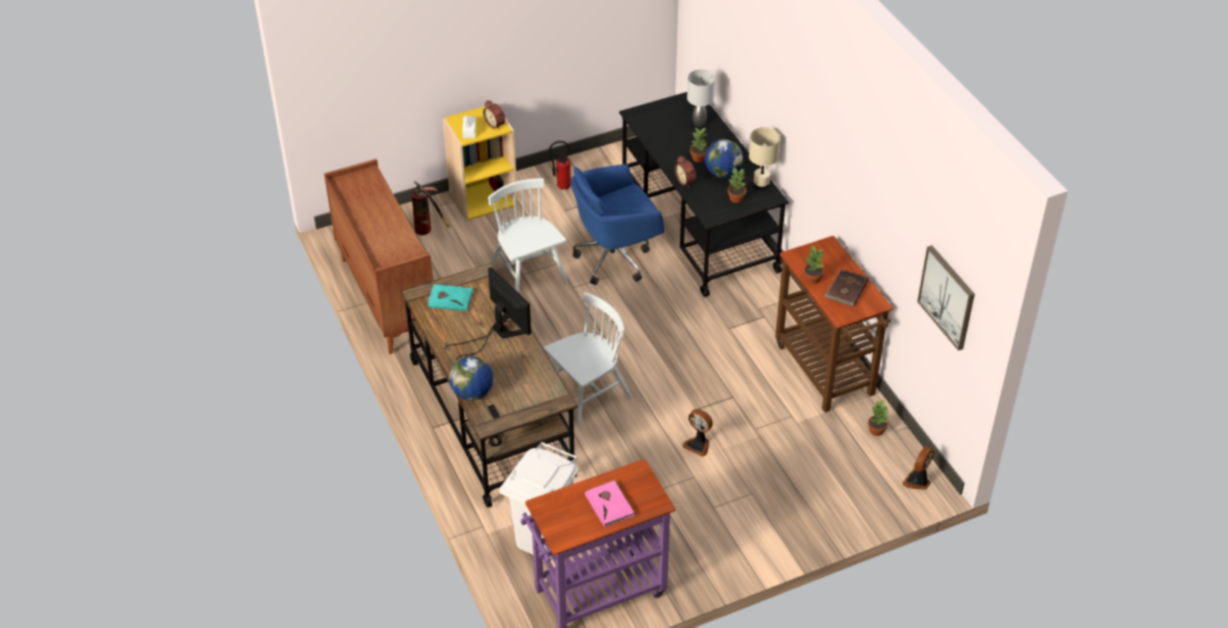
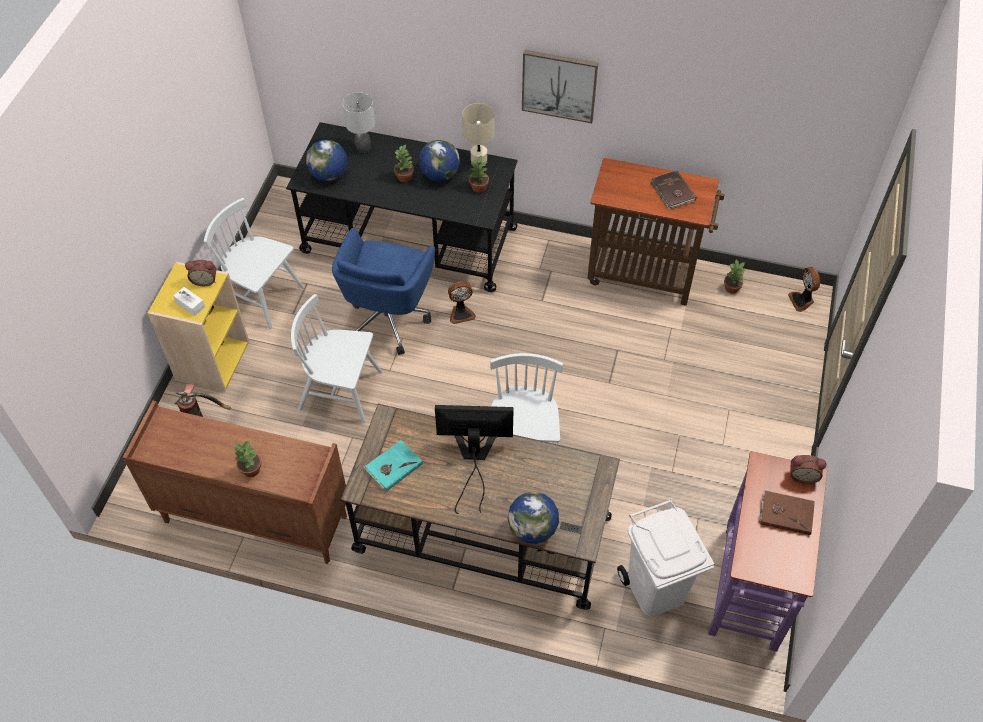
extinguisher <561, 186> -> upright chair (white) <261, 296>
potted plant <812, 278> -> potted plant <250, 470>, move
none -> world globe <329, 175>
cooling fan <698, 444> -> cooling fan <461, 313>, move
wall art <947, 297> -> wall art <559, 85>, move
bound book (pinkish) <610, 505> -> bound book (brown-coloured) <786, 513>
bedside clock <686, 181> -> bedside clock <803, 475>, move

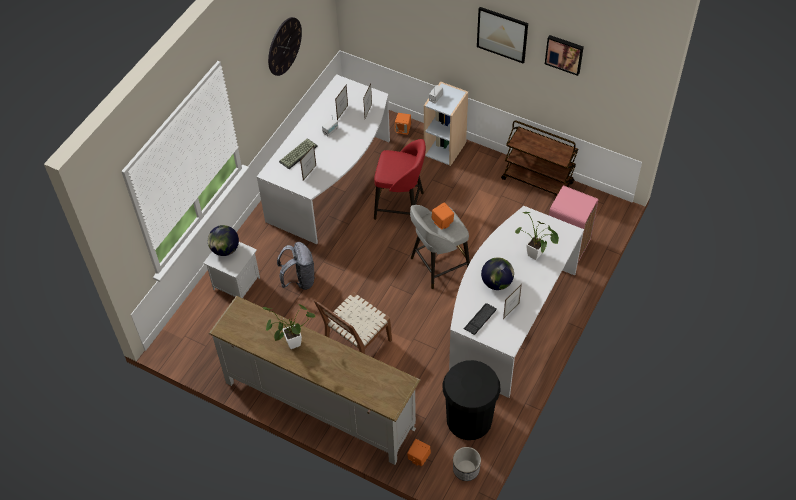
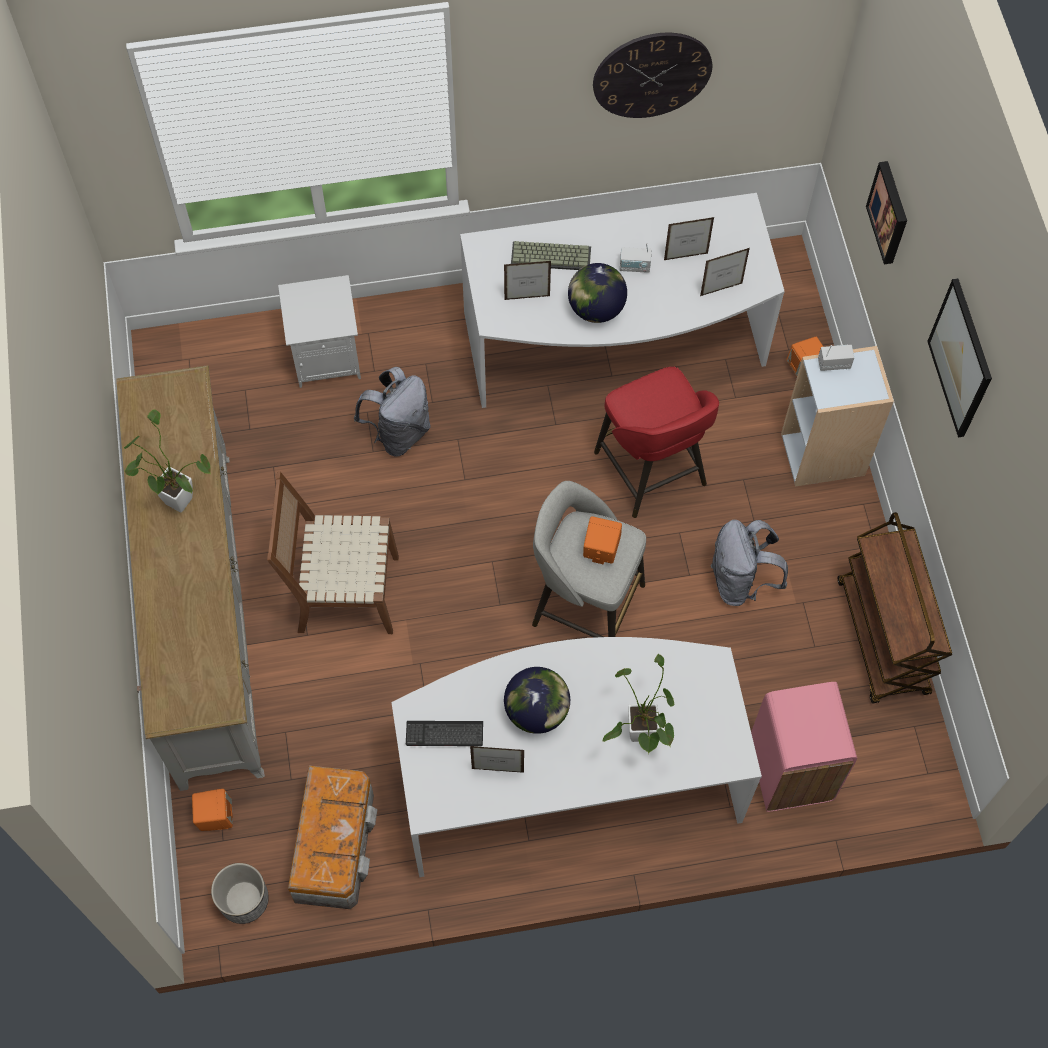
rubbish bin (black) <469, 419> -> storage box <335, 844>
world globe <225, 249> -> world globe <595, 309>, move
none -> rucksack (greyish) <740, 581>
wall art <564, 54> -> wall art <890, 212>, move

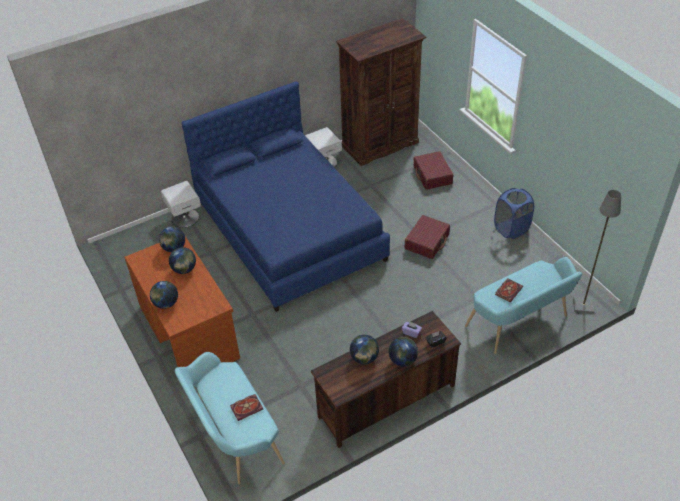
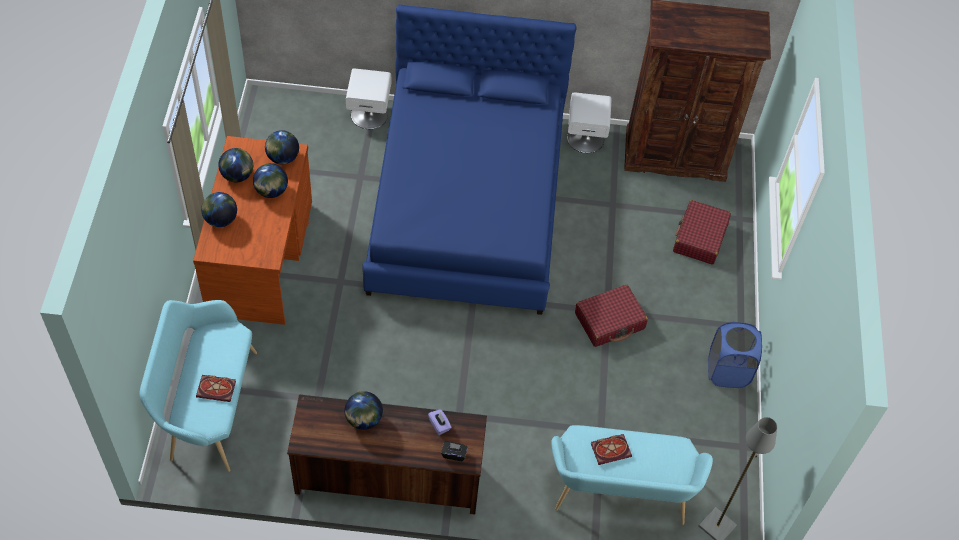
world globe <403, 360> -> world globe <237, 175>, move

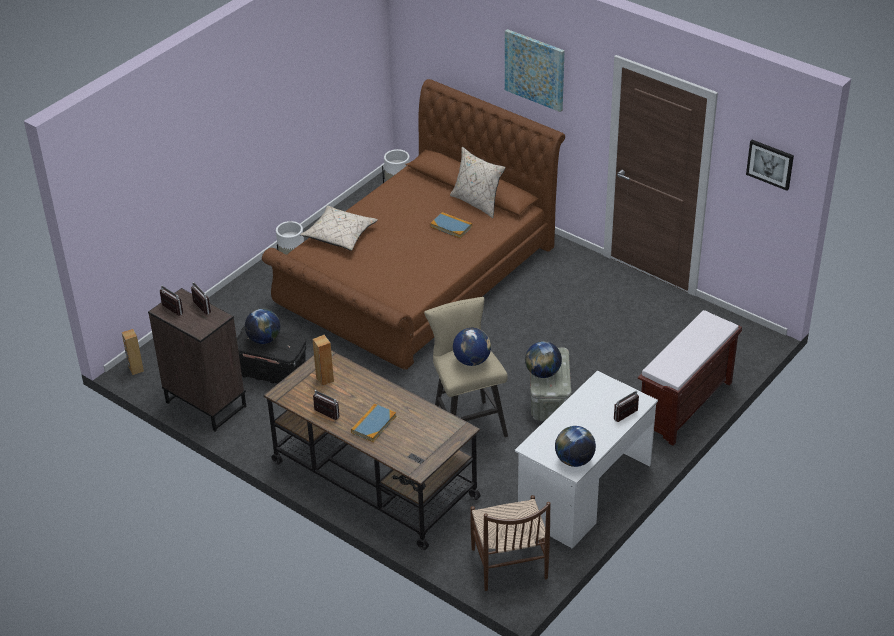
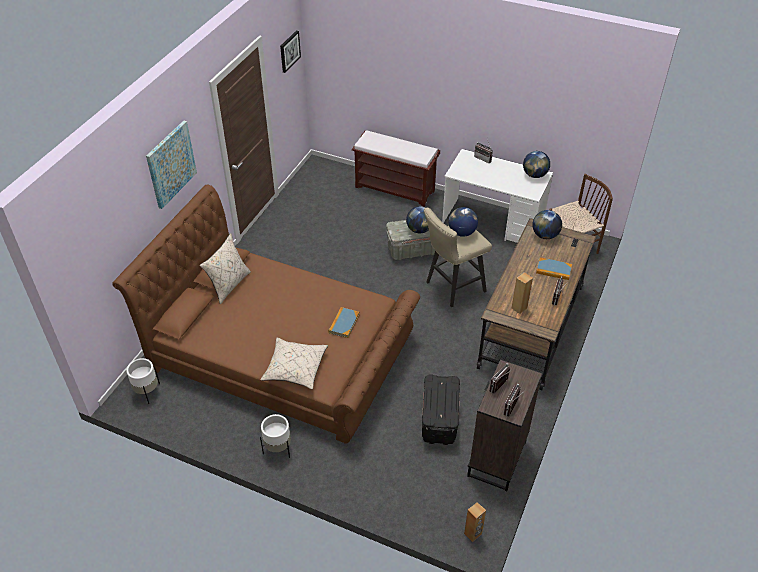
bound book <451, 226> -> bound book <344, 323>, move
world globe <264, 339> -> world globe <545, 235>, move

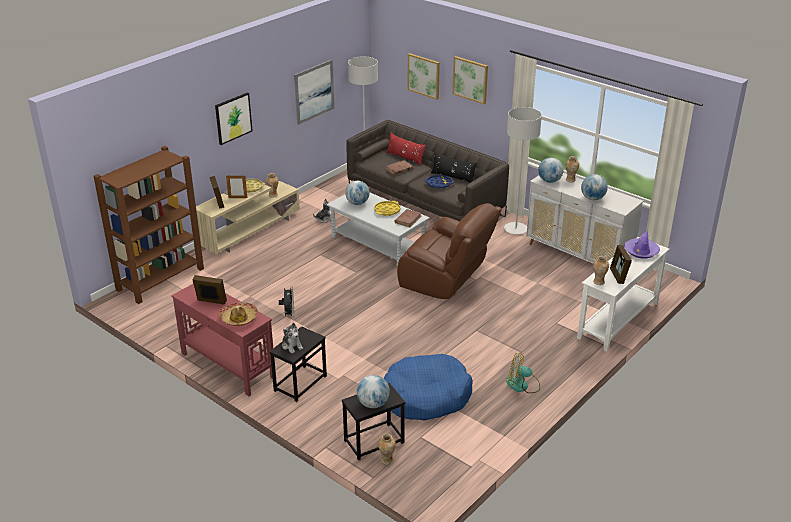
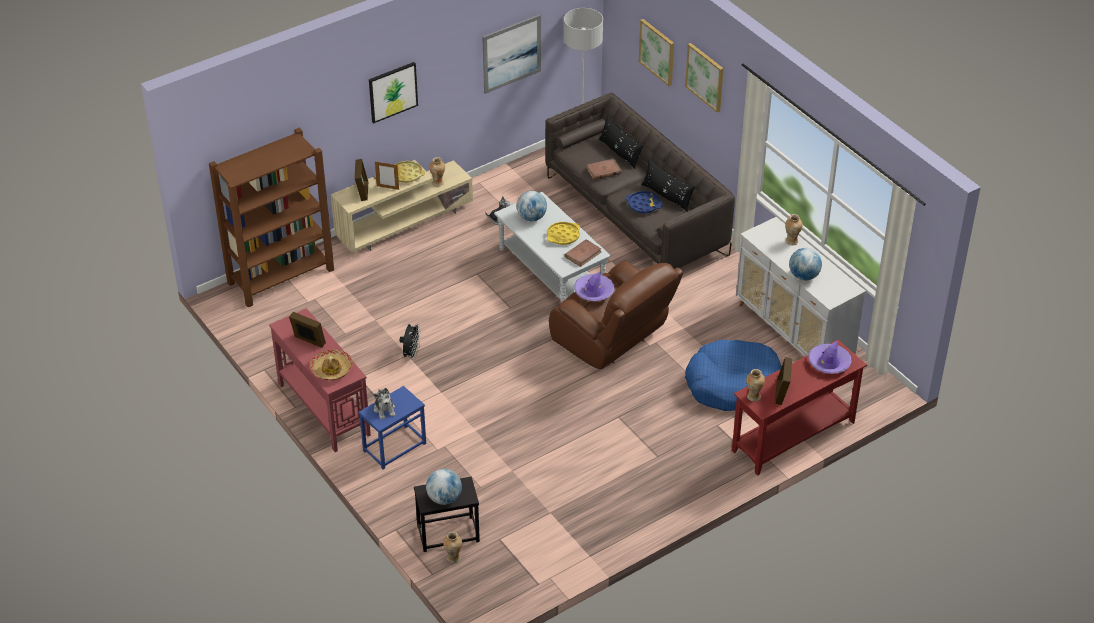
end table (black) <300, 383> -> end table (blue-coloured) <394, 447>
none -> hat (purple) <594, 291>
cushion (red-coloured) <405, 157> -> cushion (black) <620, 152>
dog bed (blue-coloured) <425, 396> -> dog bed (blue-coloured) <733, 385>, move
hall table (white) <618, 321> -> hall table (red-coloured) <793, 437>
floor lamp (greyish) <515, 229> -> none
cooling fan <522, 385> -> none
world globe <549, 181> -> none

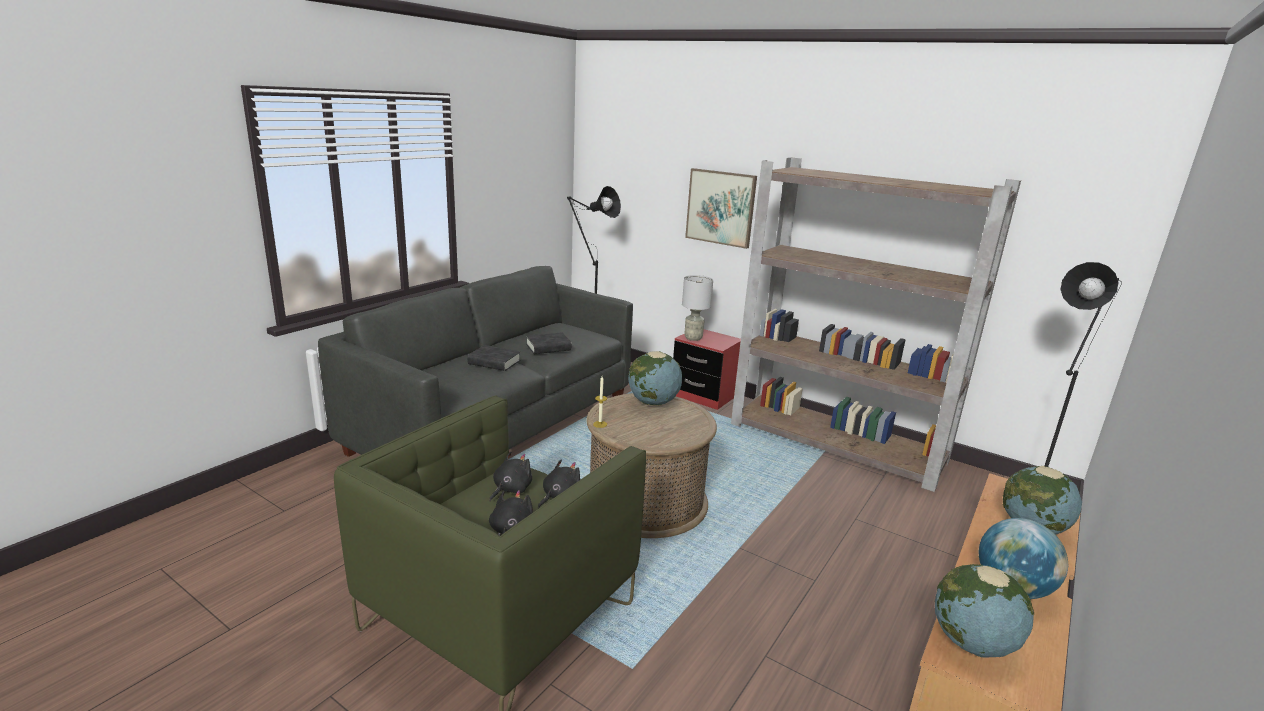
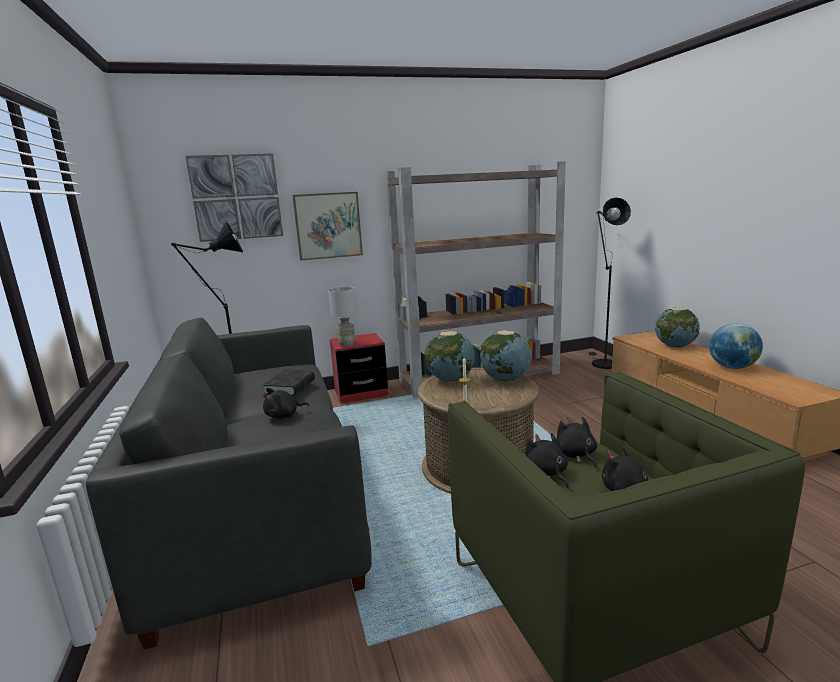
none -> wall art <236, 197>
bound book (black) <494, 362> -> soft toy (black) <284, 416>
world globe <971, 643> -> world globe <505, 379>, move

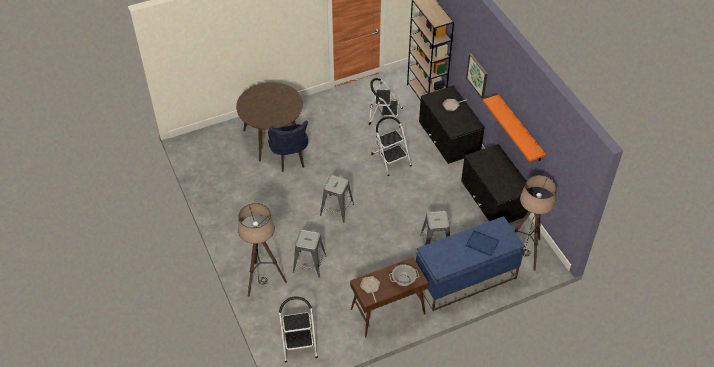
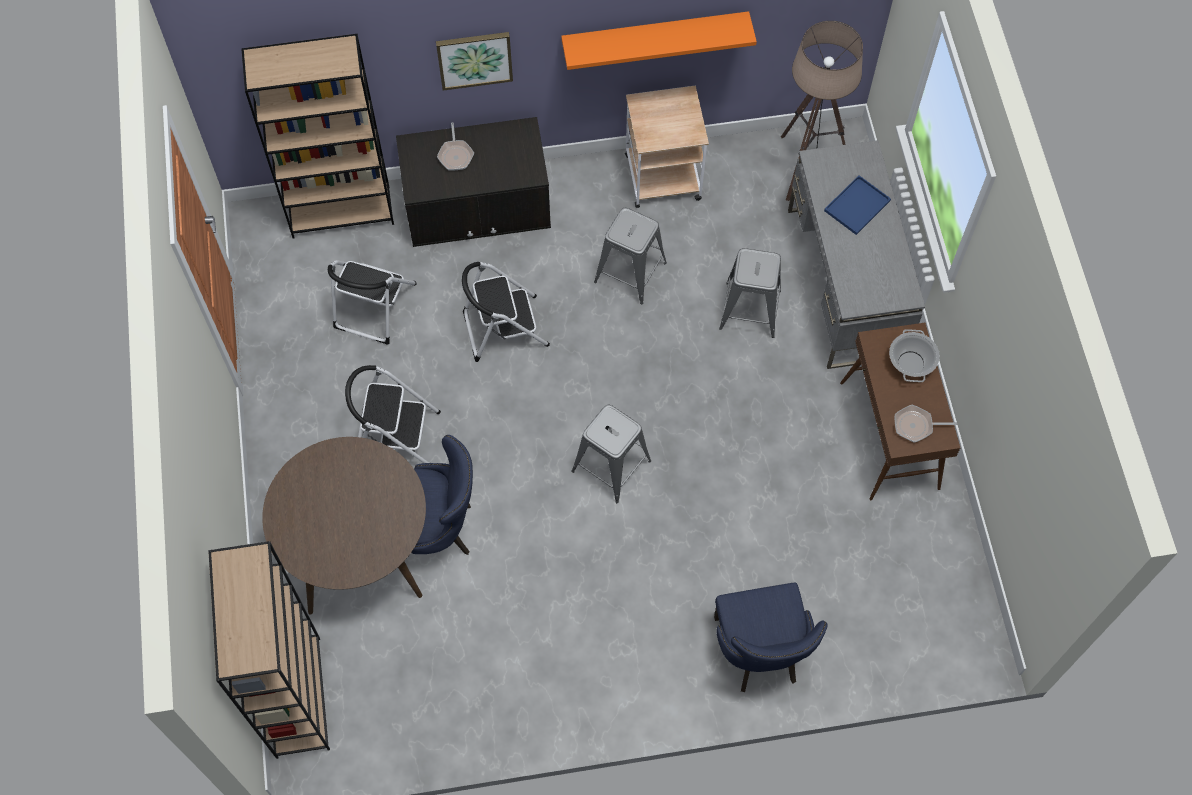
none -> bookcase (beige) <297, 696>
step stool <299, 341> -> step stool <394, 434>, move
stool seat (greyish) <309, 264> -> stool seat (greyish) <630, 272>, move
cabinet (black) <494, 198> -> wheeled cart (beige) <664, 176>
floor lamp <263, 280> -> upright chair (blue-coloured) <760, 652>
desk unit (blue-coloured) <465, 279> -> desk unit (greyish) <845, 283>

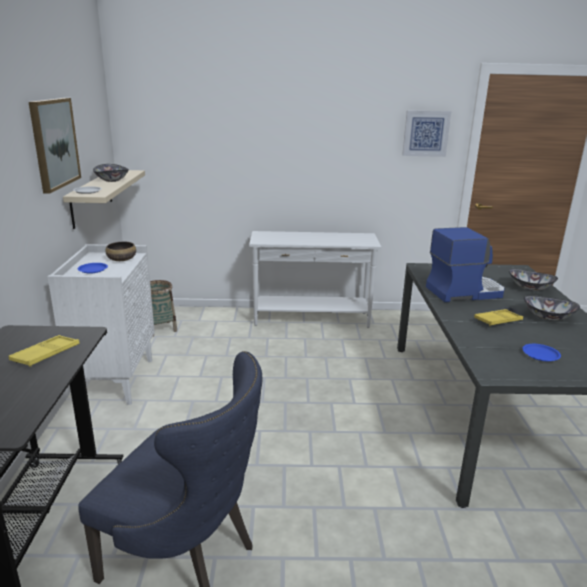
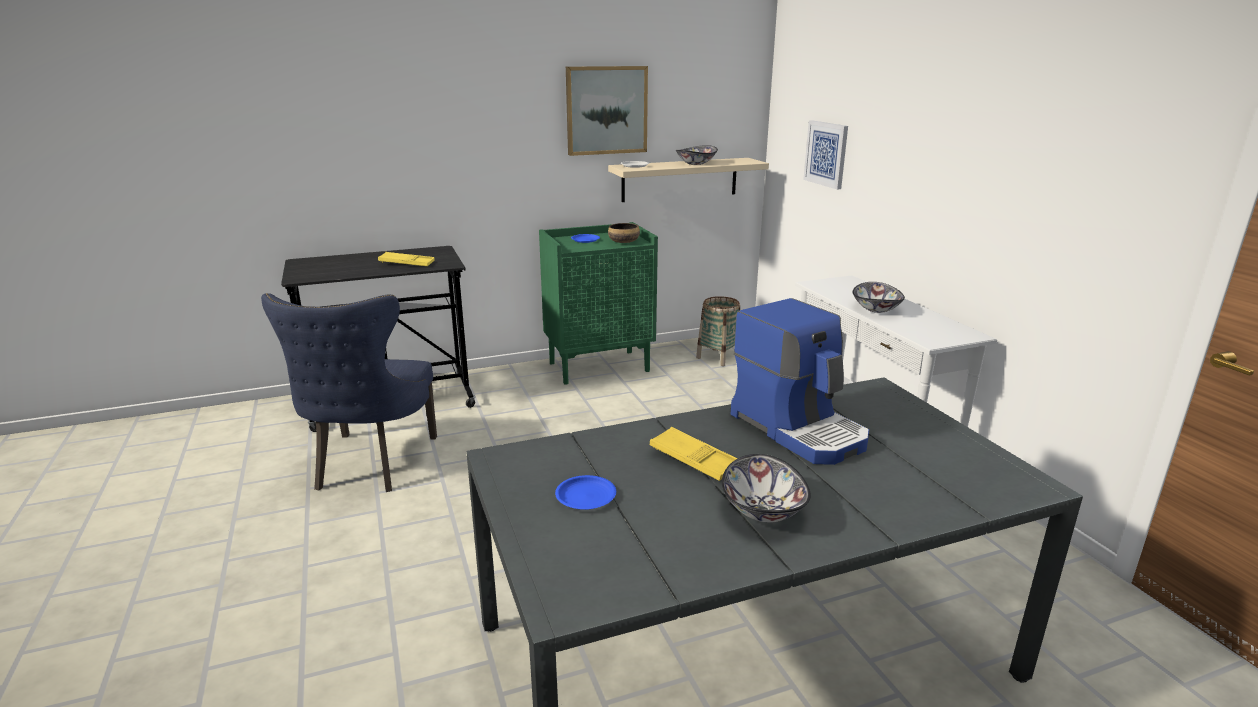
cabinet (white) <116, 380> -> cabinet (green-coloured) <600, 367>
wall art <426, 133> -> wall art <826, 154>, move
bowl <530, 288> -> bowl <877, 309>, move

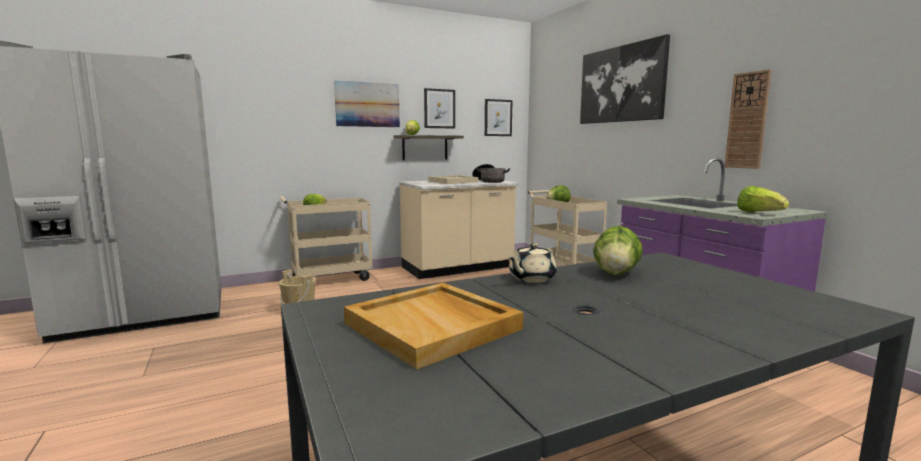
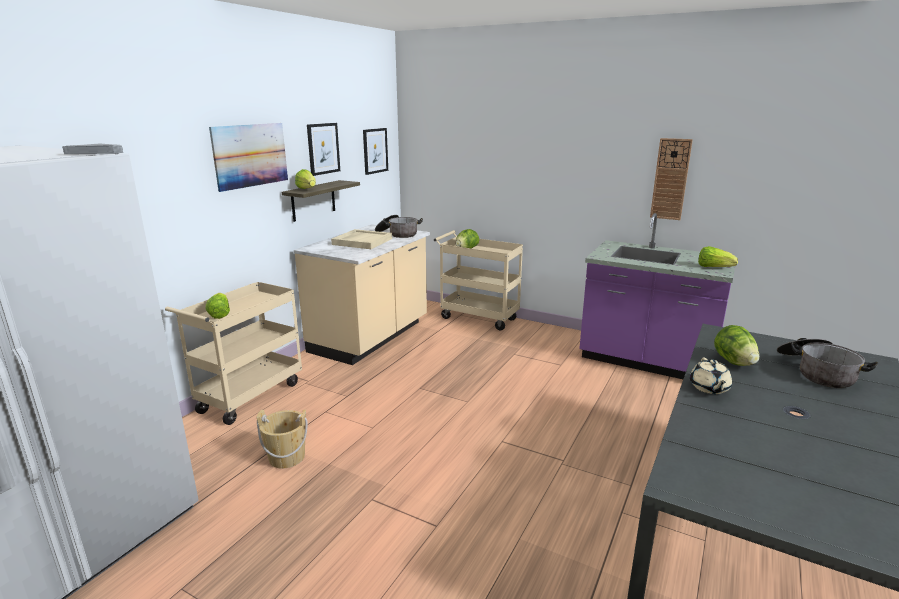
none -> saucepot <816, 372>
tray (beige) <434, 326> -> none
wall art <621, 84> -> none

